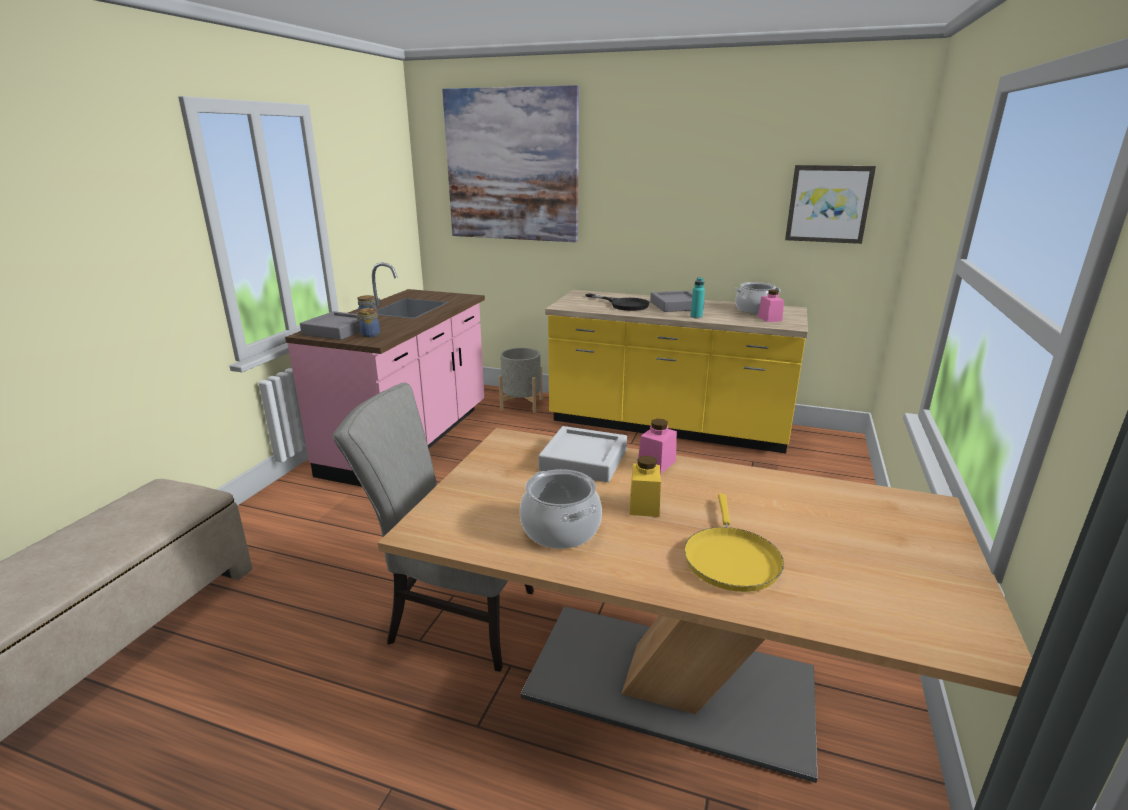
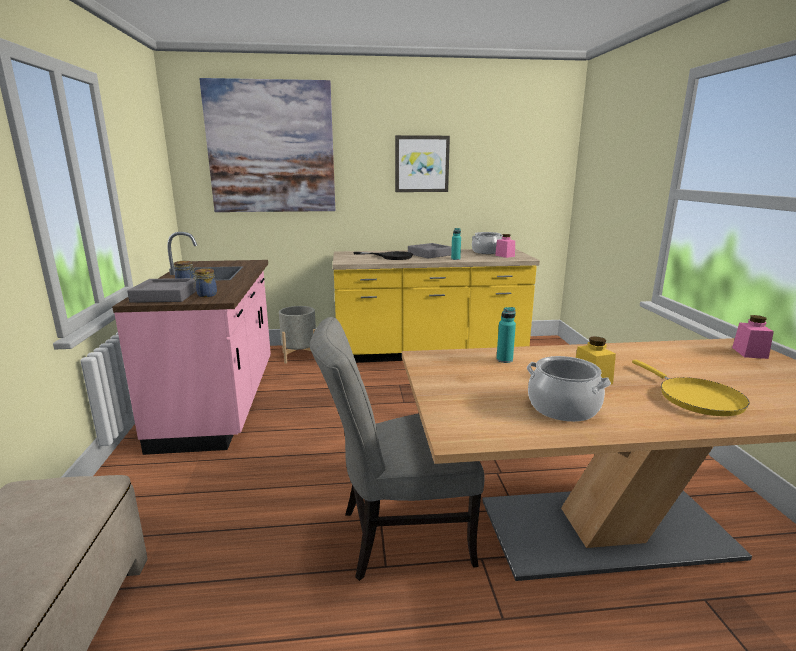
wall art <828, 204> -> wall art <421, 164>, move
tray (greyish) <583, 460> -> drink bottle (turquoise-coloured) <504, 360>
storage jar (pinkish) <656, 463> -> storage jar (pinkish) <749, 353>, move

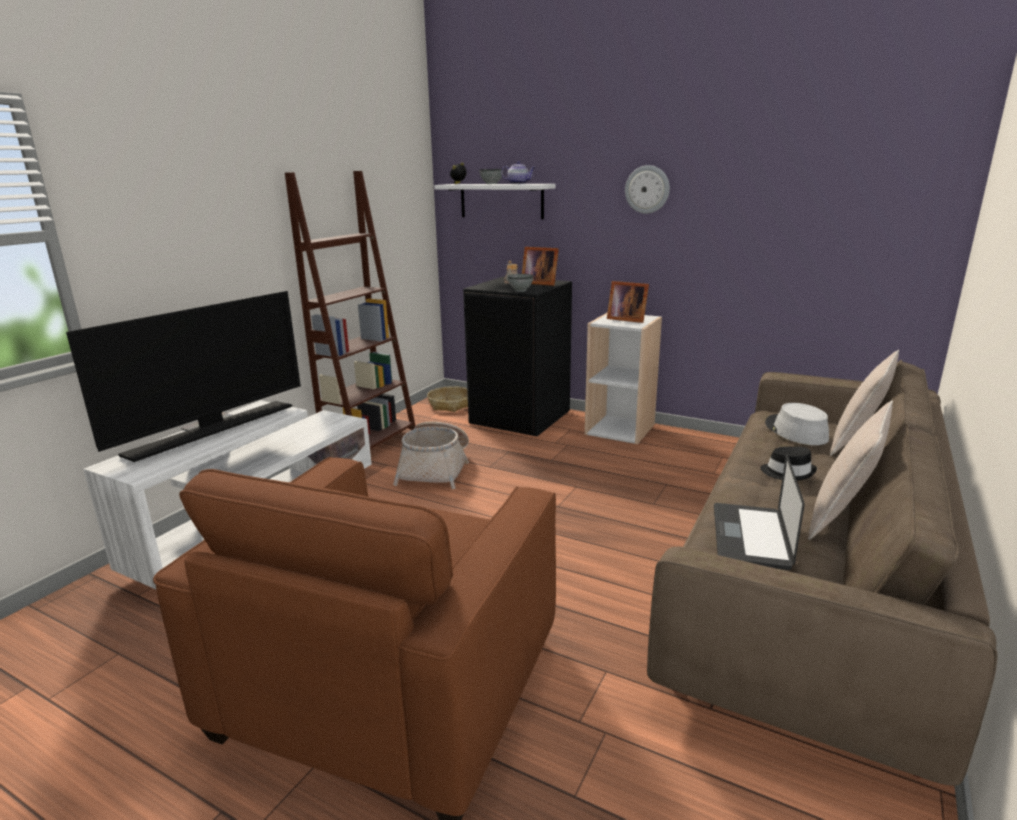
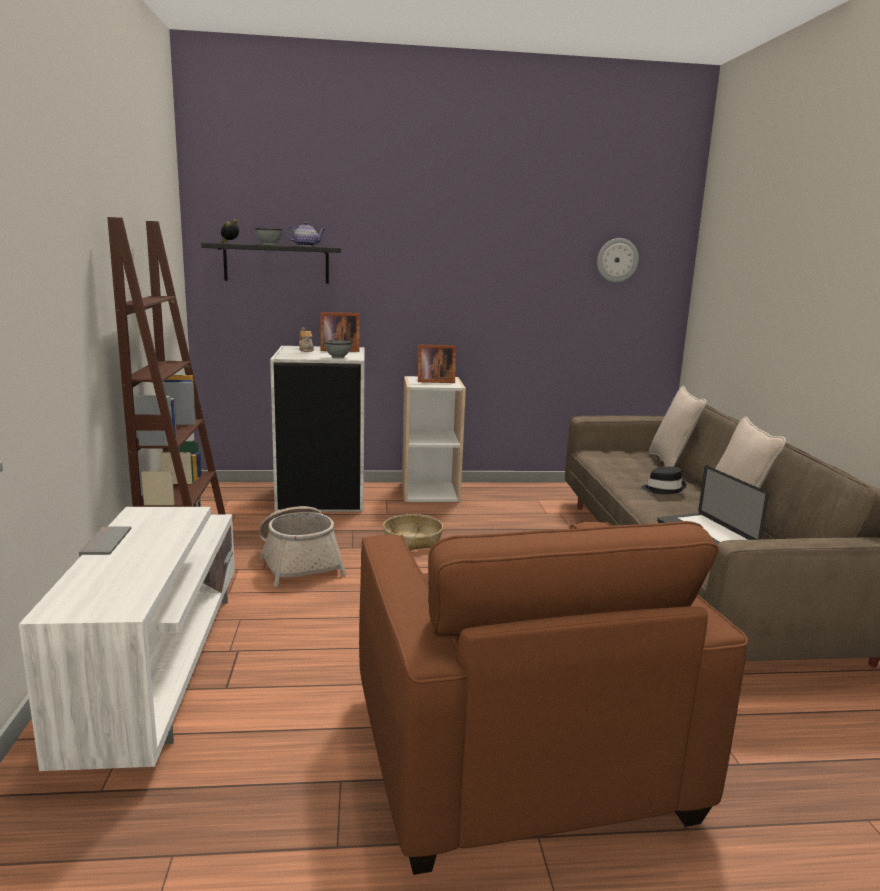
wall shelf (white) <501, 201> -> wall shelf (black) <276, 263>
cabinet (black) <520, 417> -> cabinet (white) <322, 497>
household basket <450, 405> -> household basket <412, 540>, move
hanging clock <647, 189> -> hanging clock <617, 260>, move
television <212, 429> -> none
hat (greyish) <795, 431> -> none

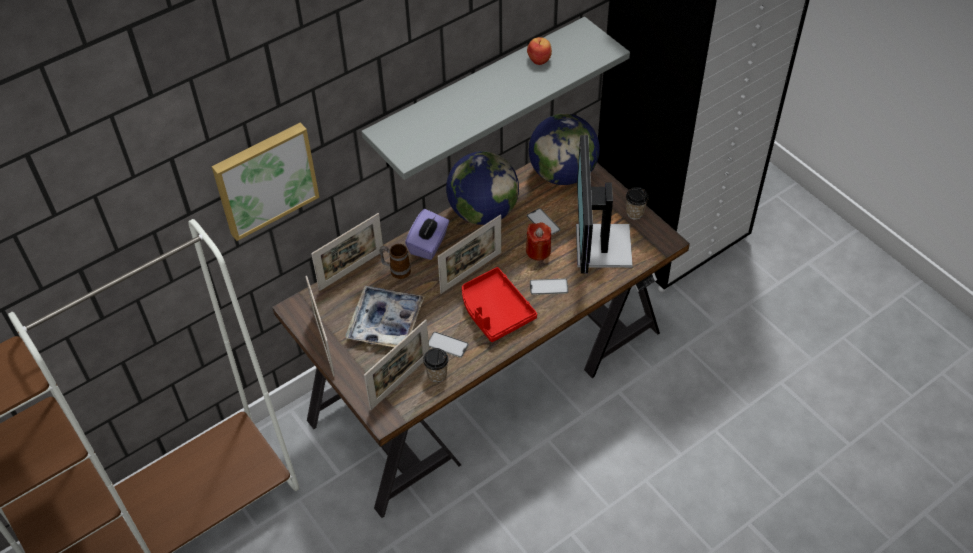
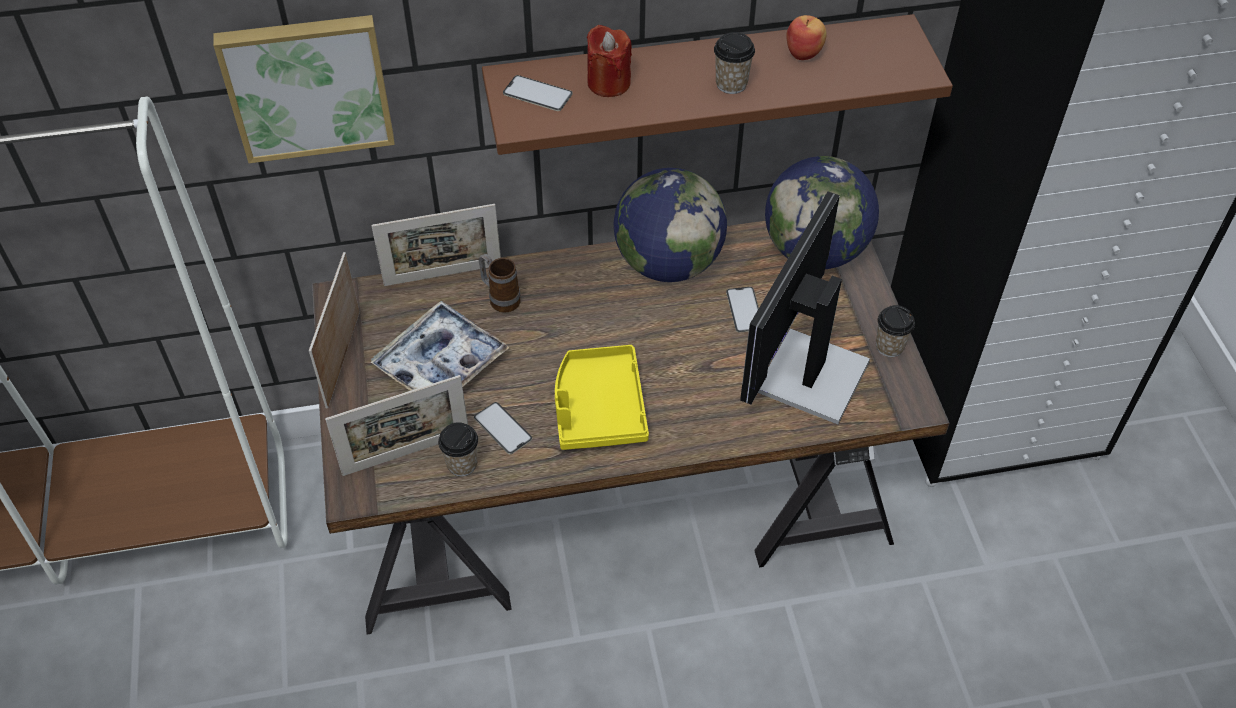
wall shelf (greyish) <478, 94> -> wall shelf (brown-coloured) <699, 78>
telephone <548, 287> -> telephone <537, 94>, move
tray (red-coloured) <495, 311> -> tray (yellow-coloured) <598, 408>
candle (red-coloured) <538, 251> -> candle (red-coloured) <608, 83>, move
none -> small cup <731, 84>
tissue box (purple) <428, 244> -> none
standing frame <471, 272> -> none

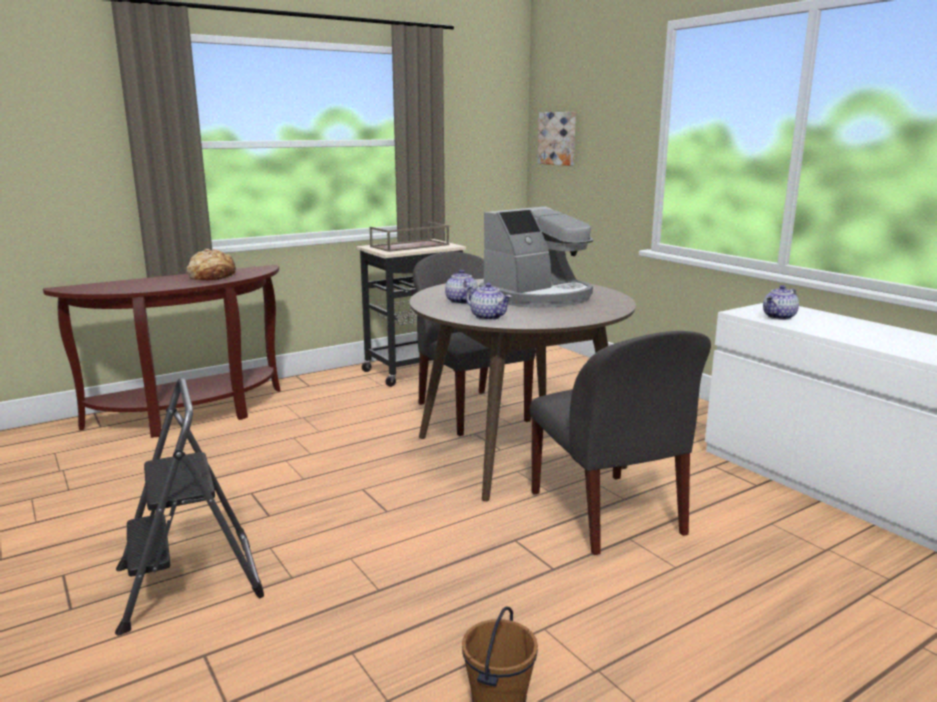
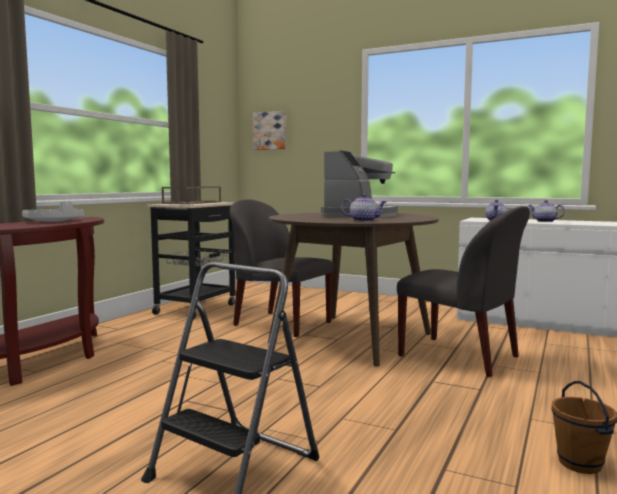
bakery bread <212, 276> -> tray (greyish) <54, 221>
tea pot <460, 301> -> tea pot <544, 221>, move

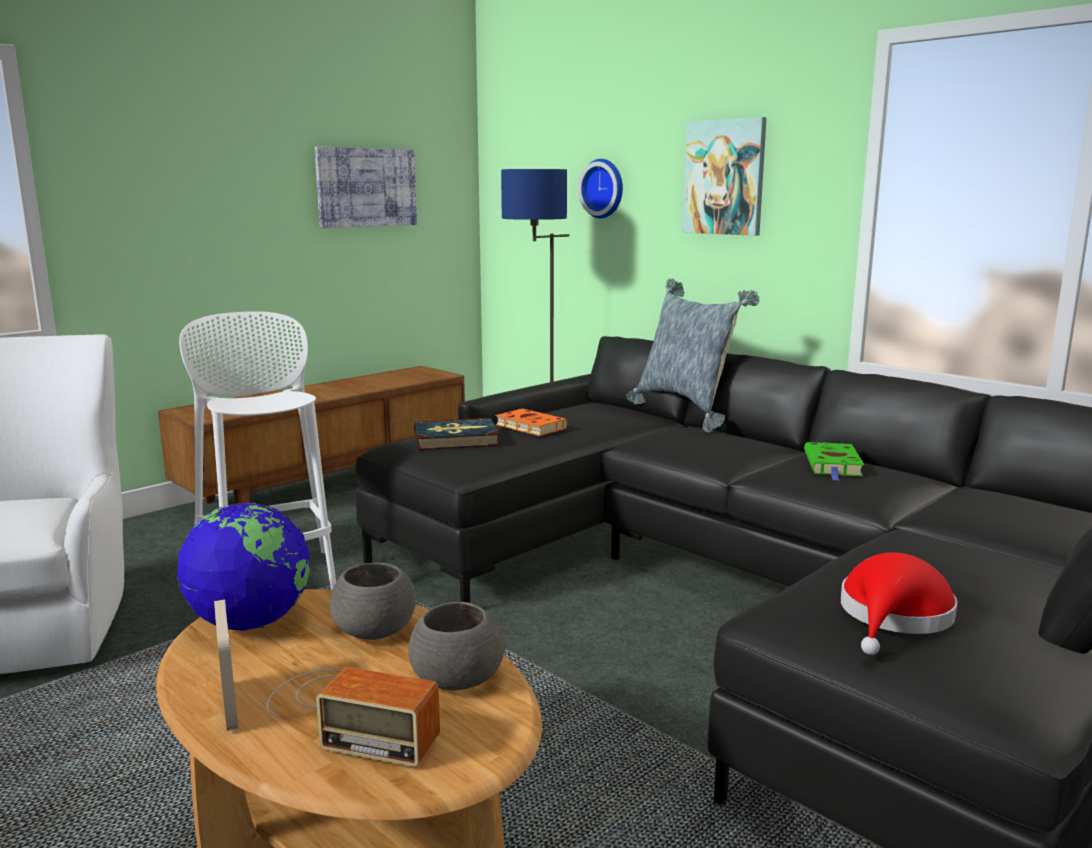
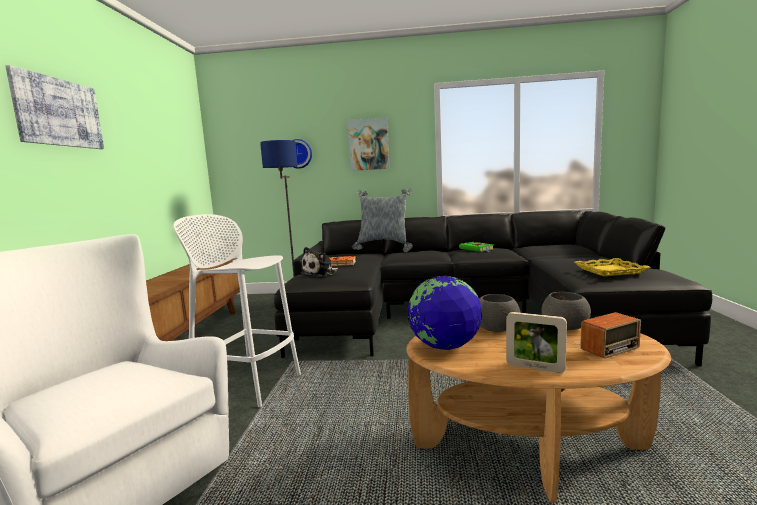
wall art <366, 187> -> wall art <58, 112>, move
bound book <456, 438> -> soft toy <321, 273>
hat (red-coloured) <894, 617> -> tray (yellow-coloured) <609, 270>

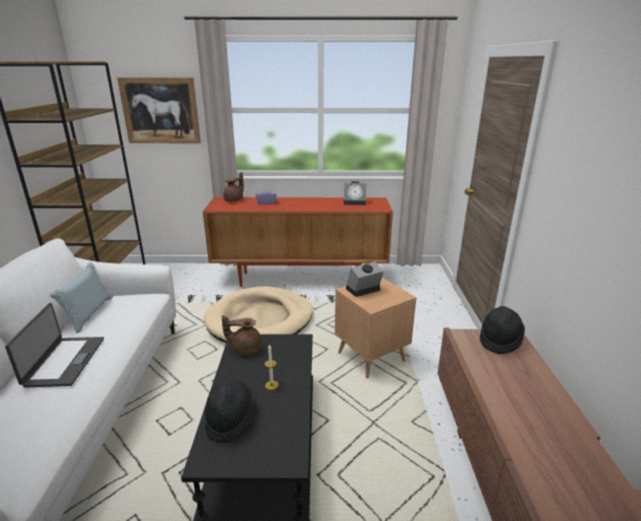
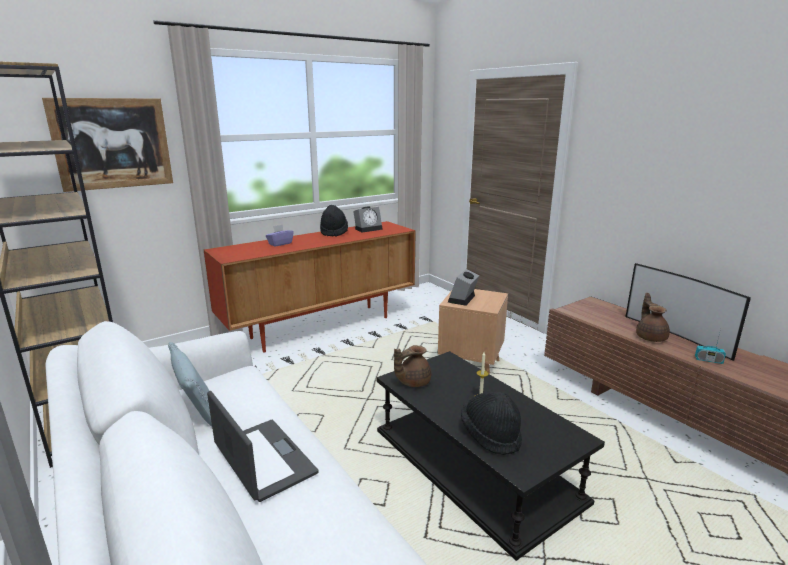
hat (black) <499, 340> -> hat (black) <334, 232>, move
none -> television <677, 335>
tea pot (brown-coloured) <234, 200> -> tea pot (brown-coloured) <650, 337>, move
none -> radio <708, 360>
dog bed (beige) <260, 320> -> none

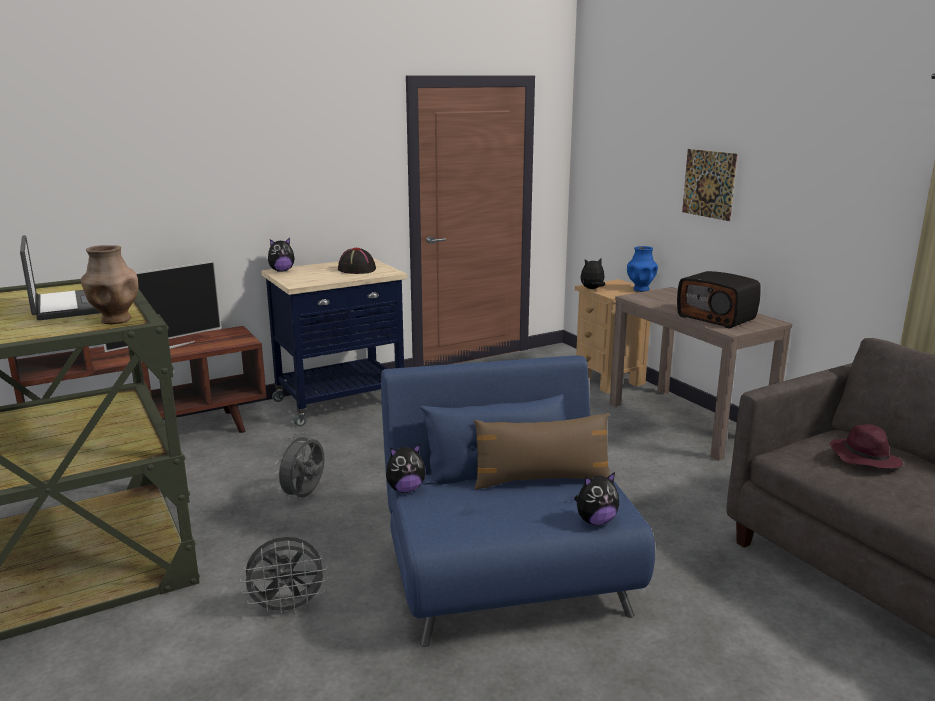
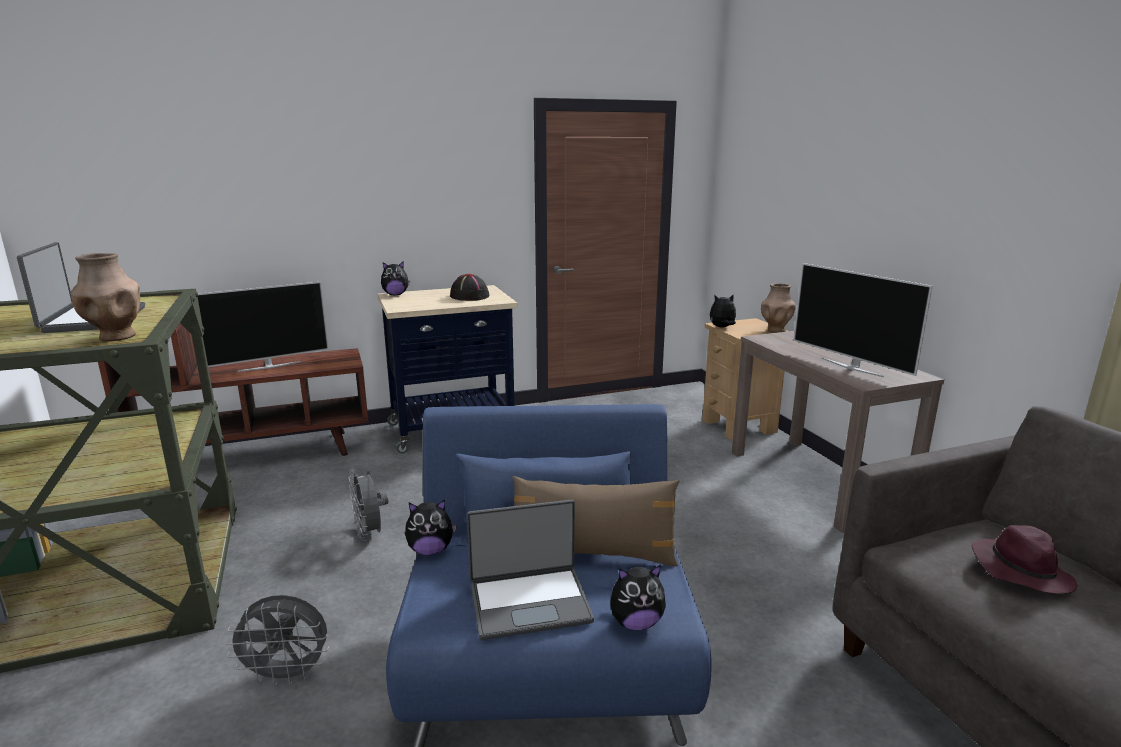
cooling fan (greyish) <304, 496> -> cooling fan (greyish) <370, 533>, 60 degrees counterclockwise
none -> notebook computer <529, 602>
decorative vase (blue-coloured) <641, 289> -> decorative vase (brown-coloured) <776, 330>
radio <717, 318> -> television <852, 367>
wall art <709, 184> -> none

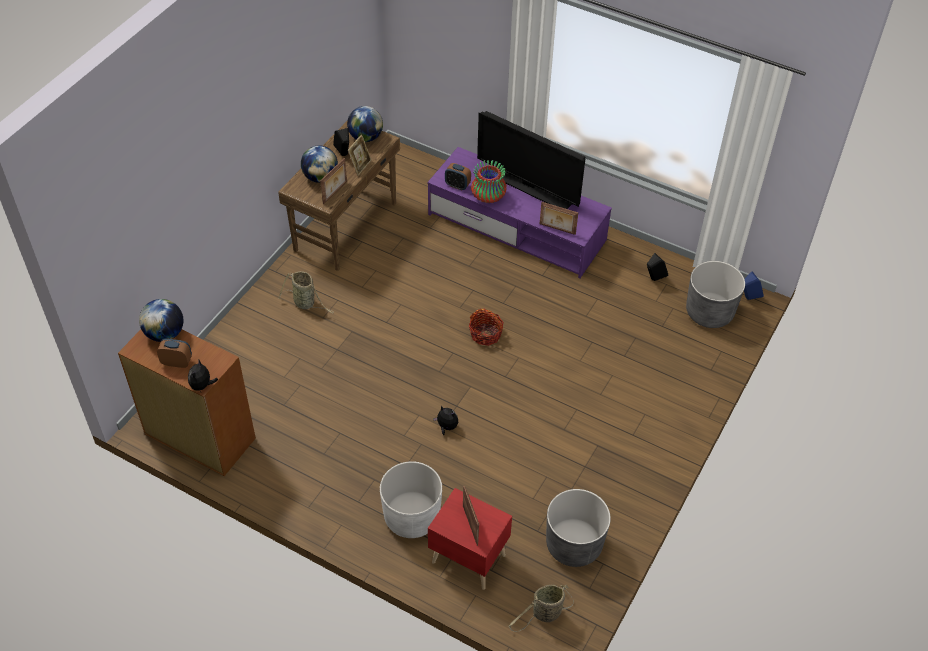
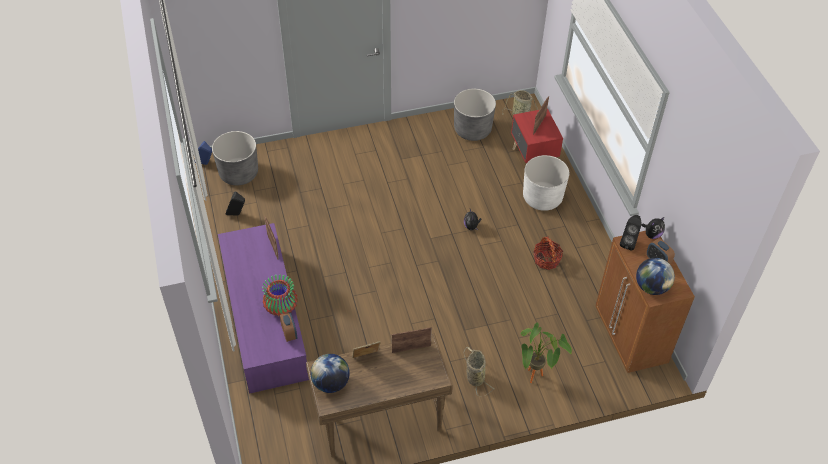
none -> potted plant <535, 379>
household basket <485, 334> -> household basket <546, 260>, move
loudspeaker (black) <344, 155> -> loudspeaker (black) <629, 242>, move
world globe <320, 177> -> none
television <529, 187> -> none

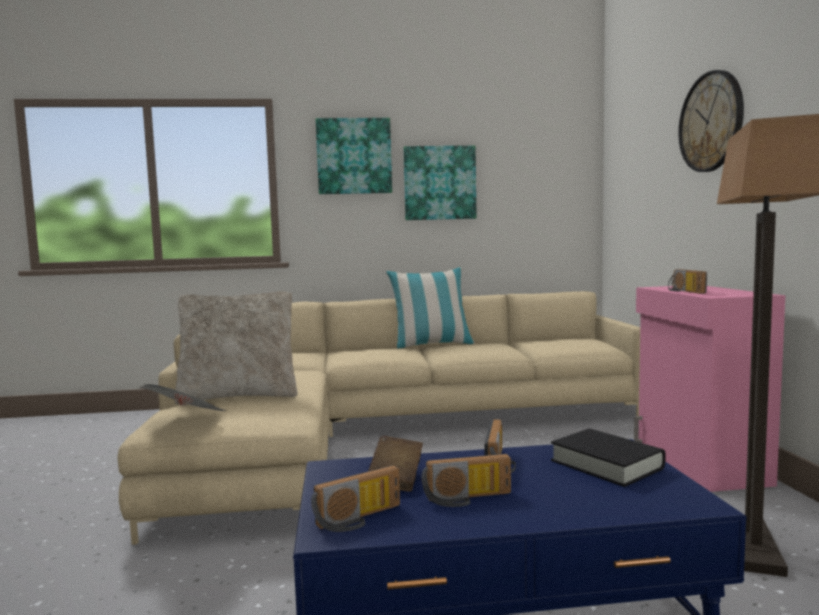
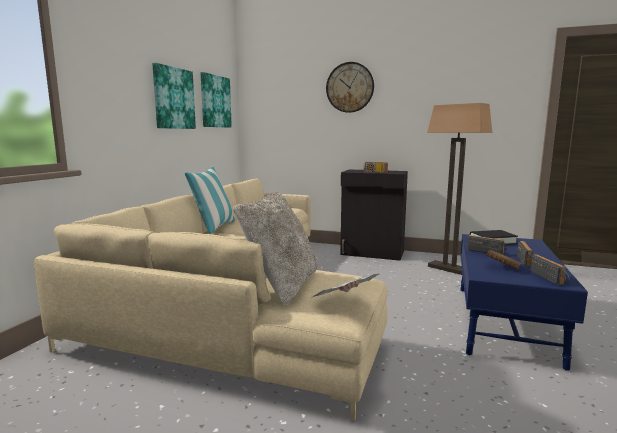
wall art <354, 156> -> wall art <215, 101>, move
cabinet (pinkish) <699, 464> -> cabinet (black) <372, 253>

